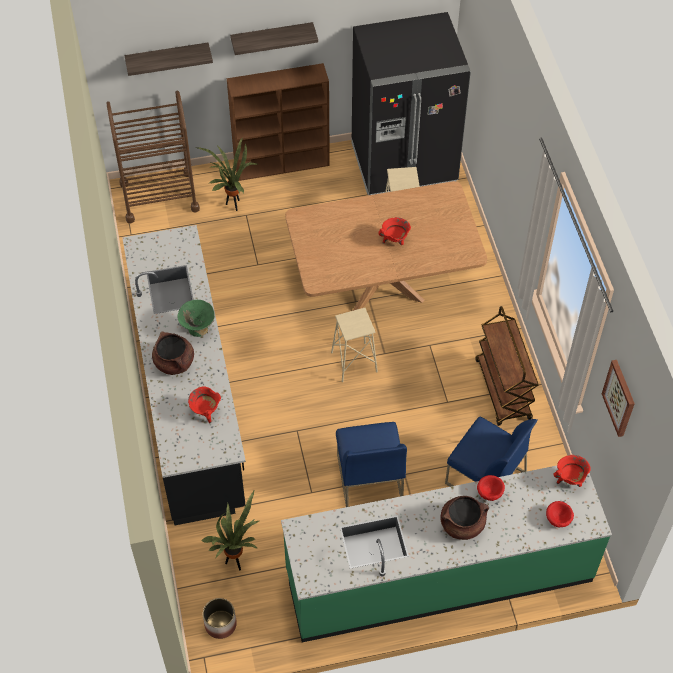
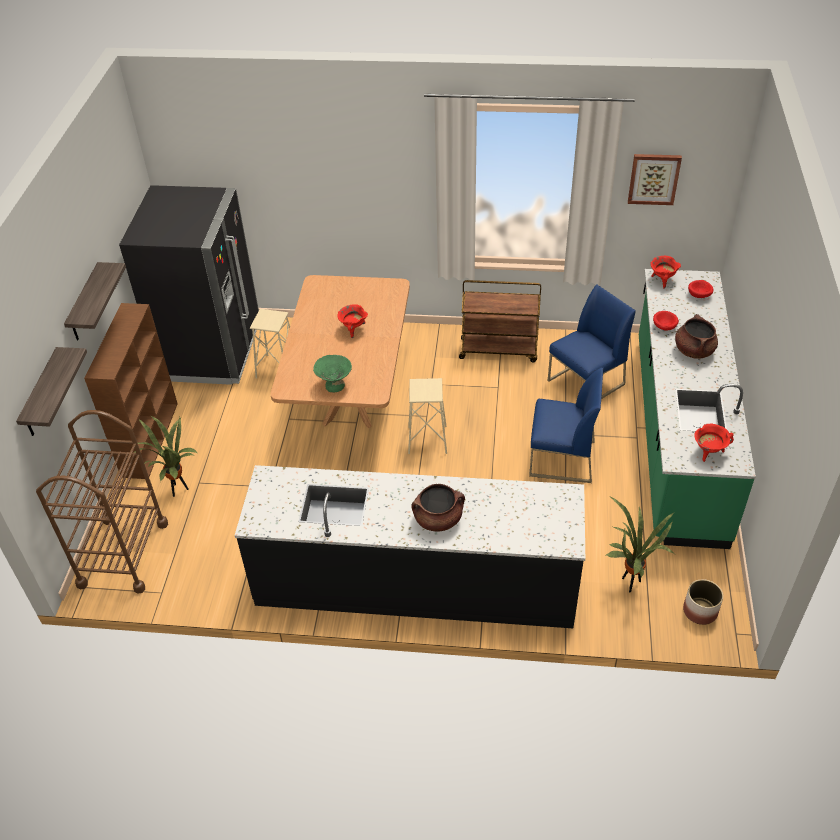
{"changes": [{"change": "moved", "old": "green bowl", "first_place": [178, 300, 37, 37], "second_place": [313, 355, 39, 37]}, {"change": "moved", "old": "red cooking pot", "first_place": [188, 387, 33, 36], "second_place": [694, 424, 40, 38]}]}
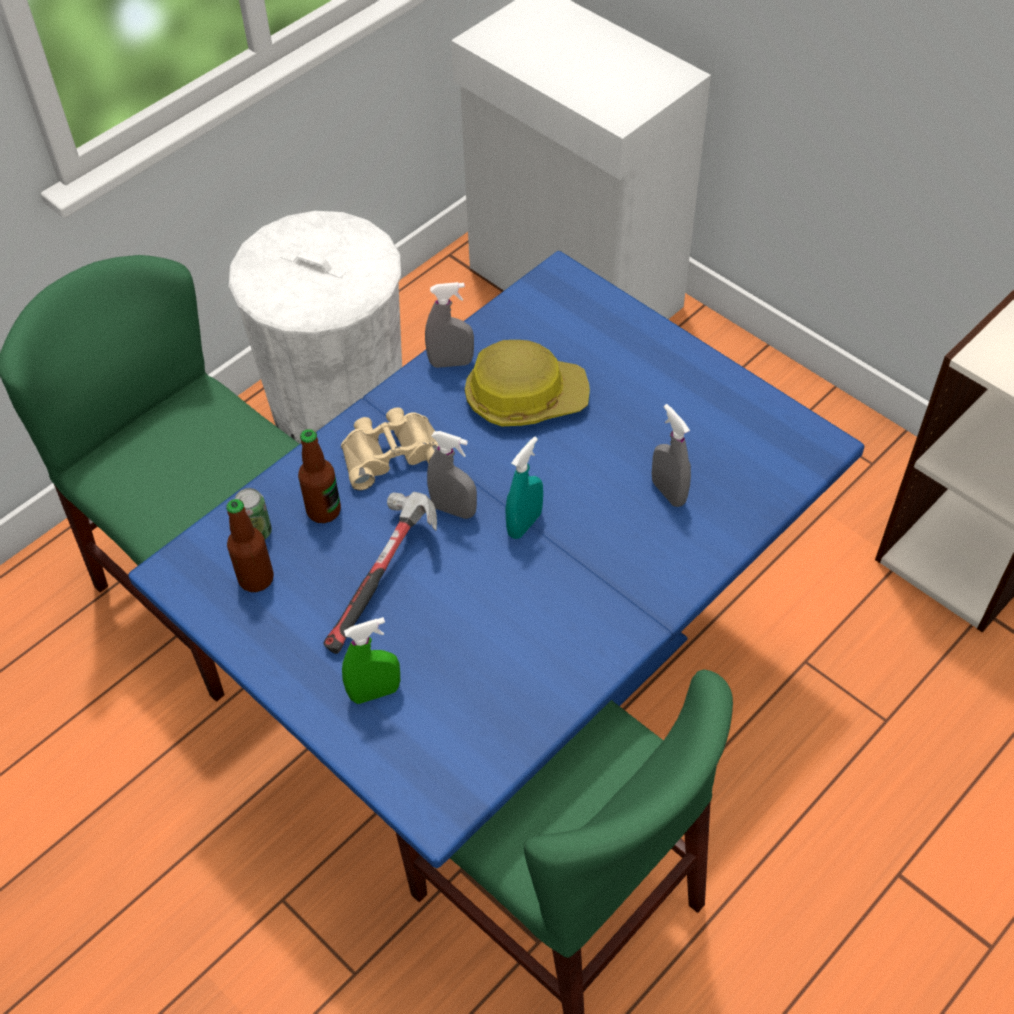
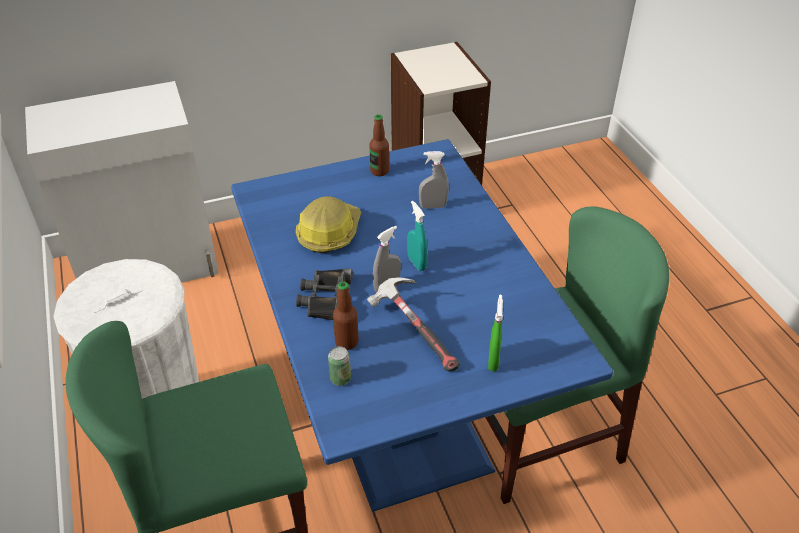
{"changes": [{"change": "recoloured", "old": "beige binoculars", "new": "black binoculars", "first_place": [341, 407, 97, 83], "second_place": [296, 269, 57, 51]}, {"change": "moved", "old": "bottle", "first_place": [226, 499, 48, 93], "second_place": [369, 114, 20, 62]}, {"change": "removed", "old": "grey spray bottle", "first_place": [425, 282, 49, 86]}]}
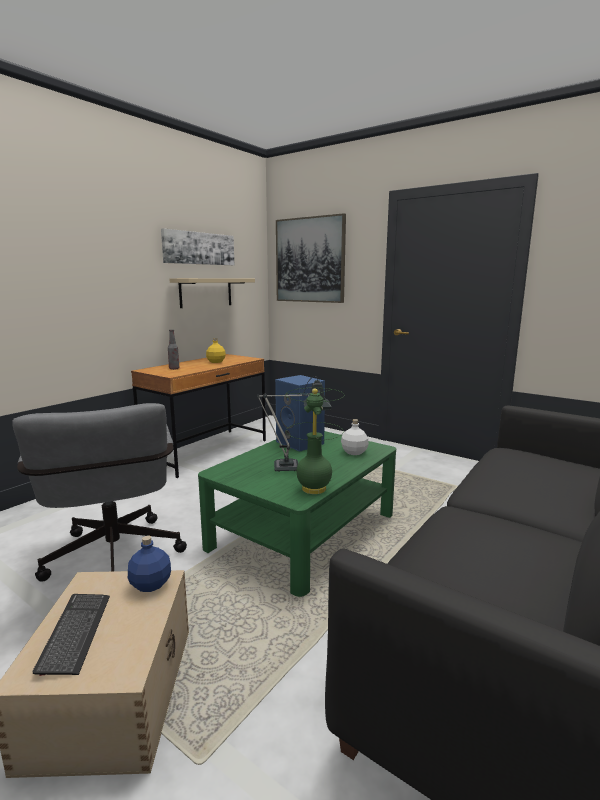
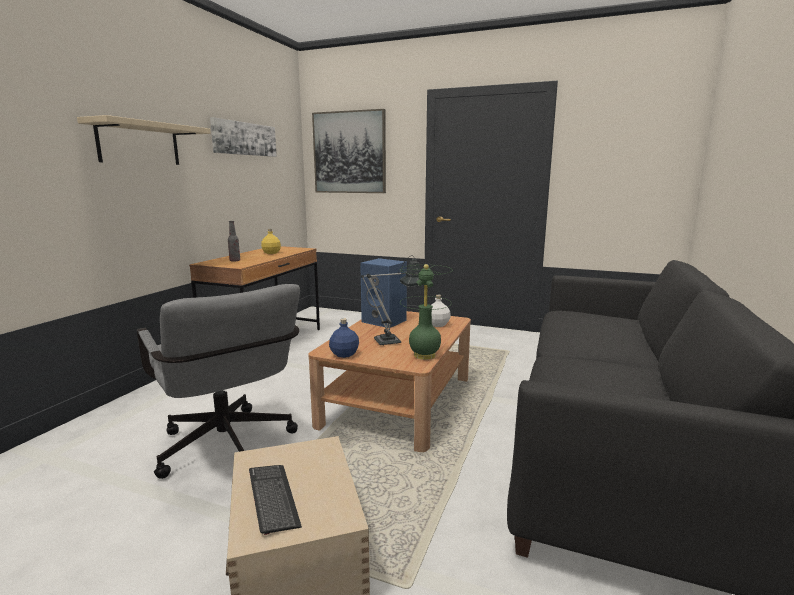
{"changes": [{"change": "moved", "old": "beige shelf", "first_place": [169, 278, 86, 30], "second_place": [77, 115, 134, 50]}, {"change": "recoloured", "old": "green coffee table", "new": "brown coffee table", "first_place": [198, 431, 198, 166], "second_place": [308, 311, 163, 141]}, {"change": "moved", "old": "blue bottle", "first_place": [128, 536, 43, 56], "second_place": [329, 318, 30, 40]}]}
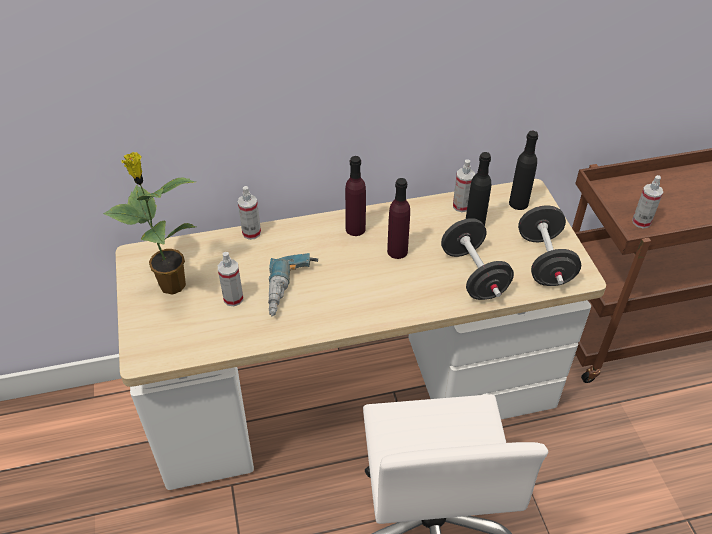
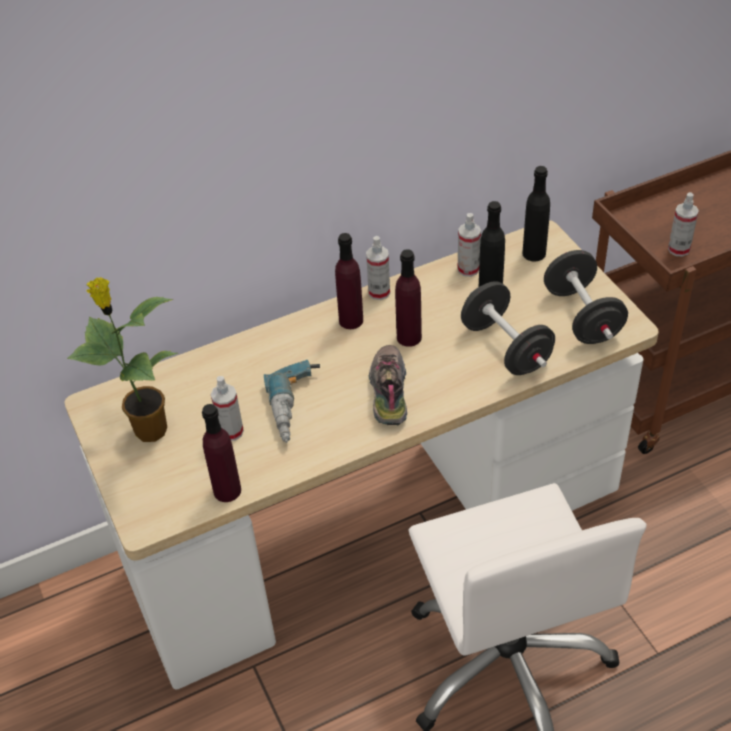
{"changes": [{"change": "added", "new": "purple bottle", "second_place": [202, 404, 39, 98]}, {"change": "moved", "old": "spray bottle", "first_place": [238, 186, 23, 54], "second_place": [366, 236, 24, 64]}, {"change": "added", "new": "shoe", "second_place": [369, 345, 38, 80]}]}
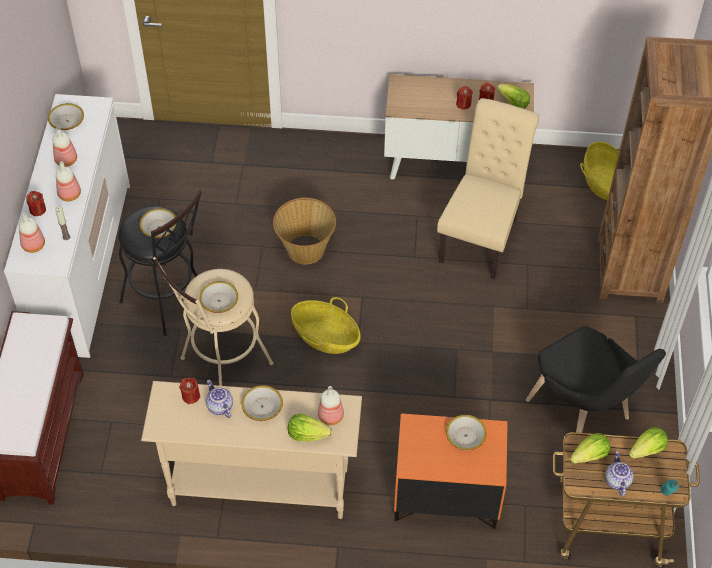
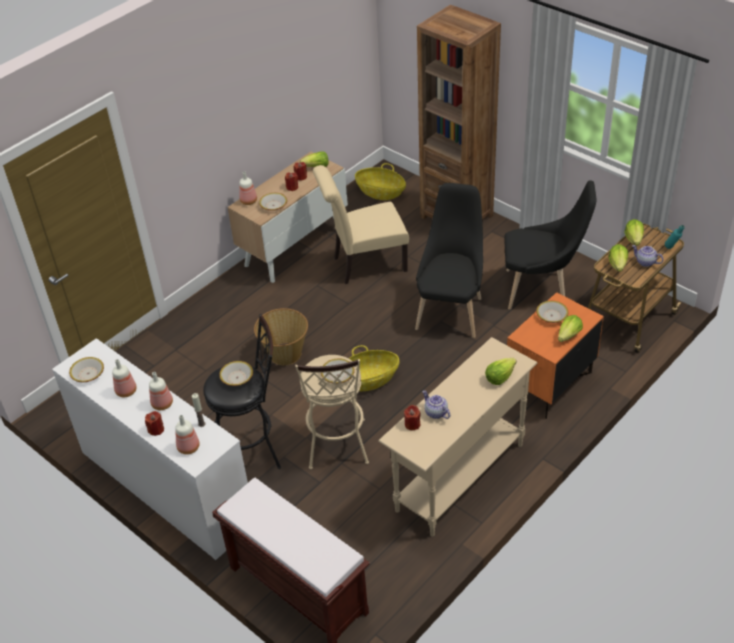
{"changes": [{"change": "moved", "old": "bottle", "first_place": [318, 386, 26, 39], "second_place": [239, 171, 18, 34]}, {"change": "moved", "old": "bowl", "first_place": [242, 385, 41, 36], "second_place": [259, 193, 28, 18]}, {"change": "turned", "old": "beige chair", "first_place": [437, 98, 102, 182], "second_place": [313, 165, 96, 119], "degrees": -75}, {"change": "added", "new": "black chair", "second_place": [415, 183, 68, 155]}, {"change": "turned", "old": "teapot", "first_place": [206, 380, 27, 38], "second_place": [422, 390, 28, 29], "degrees": 45}, {"change": "added", "new": "lettuce", "second_place": [558, 315, 25, 27]}]}
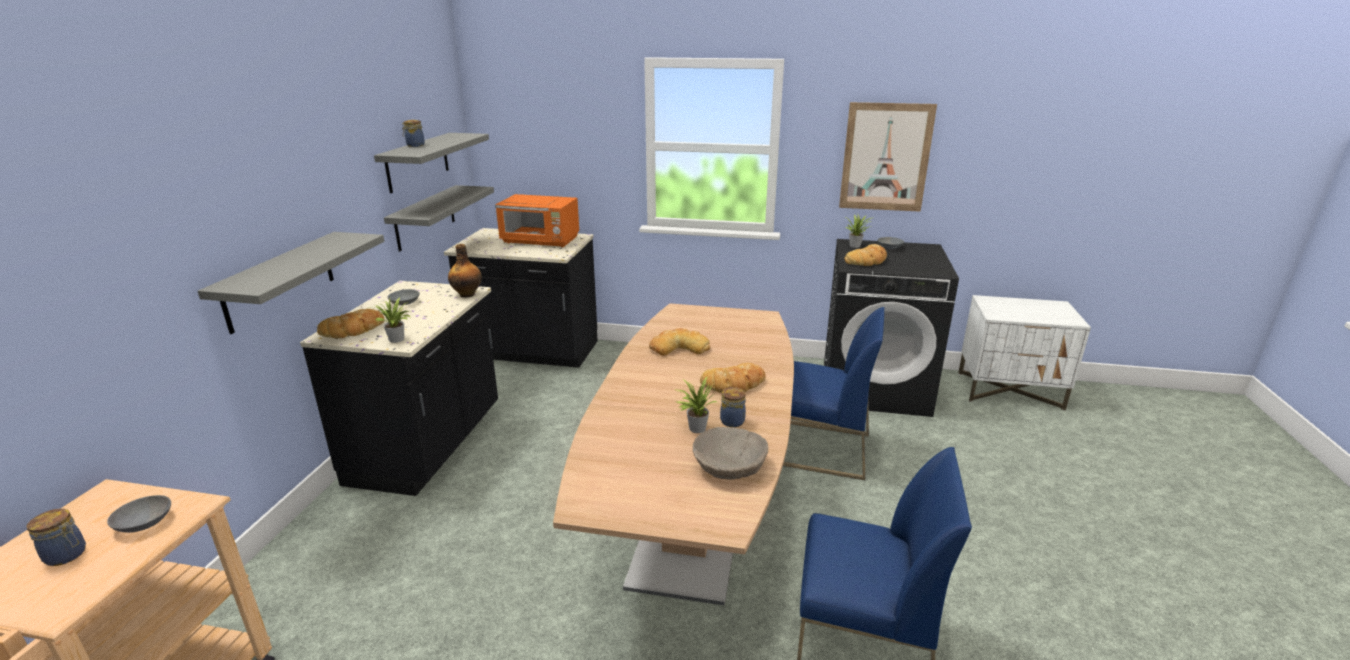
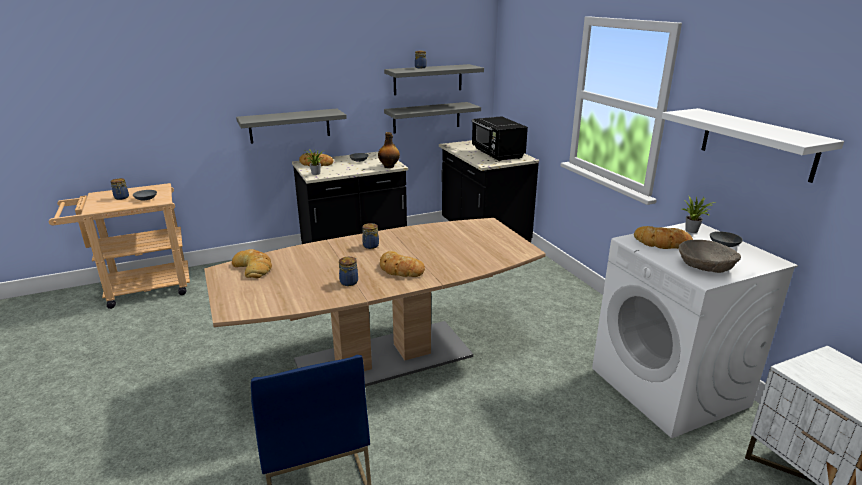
{"changes": [{"change": "moved", "old": "bread", "first_place": [649, 328, 61, 28], "second_place": [232, 249, 40, 30]}, {"change": "added", "new": "jar", "second_place": [362, 223, 17, 26]}, {"change": "recoloured", "old": "orange microwave", "new": "black microwave", "first_place": [495, 194, 84, 53], "second_place": [472, 116, 56, 45]}, {"change": "recoloured", "old": "black washing machine", "new": "white washing machine", "first_place": [824, 239, 135, 178], "second_place": [592, 223, 206, 215]}, {"change": "replaced", "old": "picture", "new": "white shelf", "first_place": [839, 102, 98, 110], "second_place": [662, 108, 182, 75]}, {"change": "moved", "old": "beige bowl", "first_place": [693, 427, 75, 53], "second_place": [679, 240, 62, 33]}, {"change": "removed", "old": "potted plant", "first_place": [676, 377, 42, 56]}, {"change": "removed", "old": "blue chair", "first_place": [783, 307, 102, 173]}]}
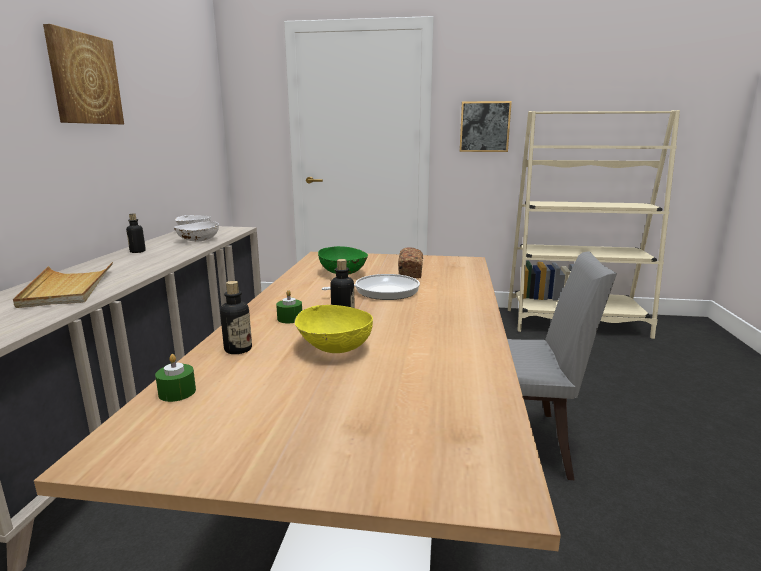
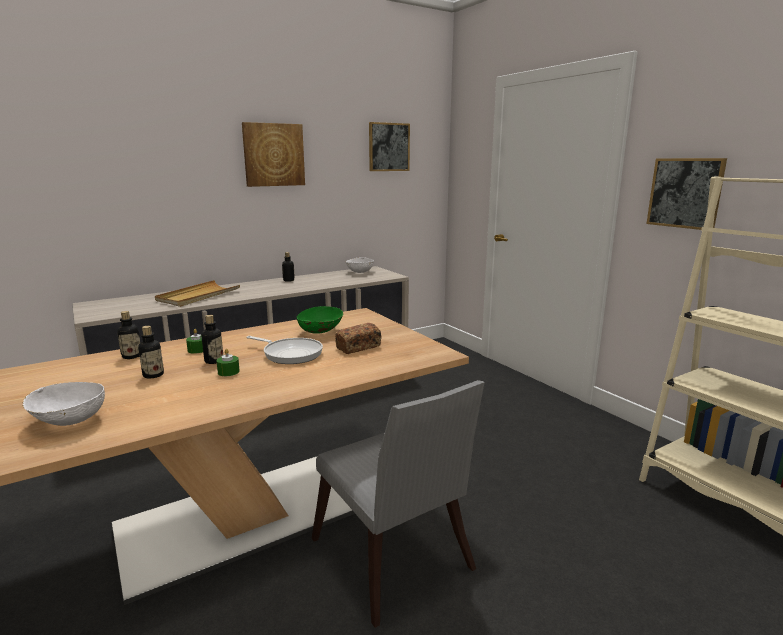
{"changes": [{"change": "moved", "old": "white bowl", "first_place": [174, 221, 45, 20], "second_place": [23, 382, 82, 44]}, {"change": "replaced", "old": "yellow bowl", "new": "bottle", "first_place": [294, 305, 79, 48], "second_place": [138, 326, 26, 52]}, {"change": "moved", "old": "green candle", "first_place": [155, 354, 41, 48], "second_place": [216, 349, 24, 27]}, {"change": "added", "new": "picture", "second_place": [369, 122, 41, 49]}]}
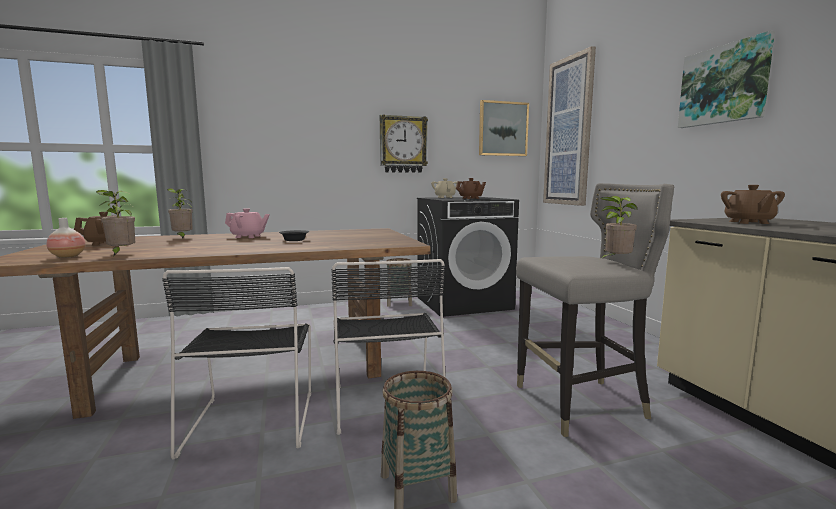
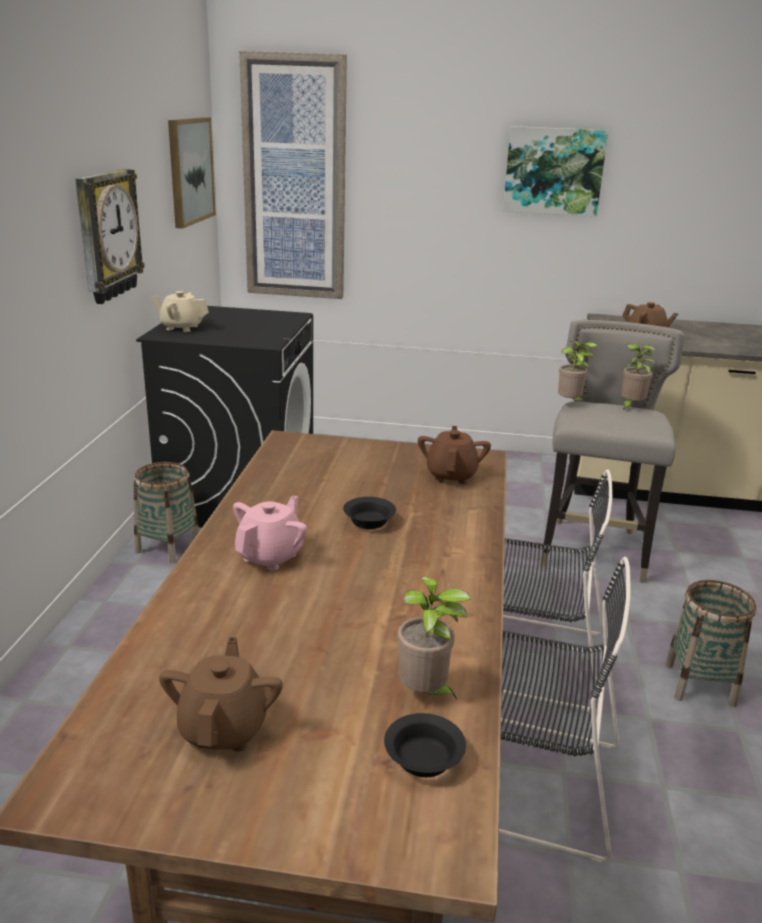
{"changes": [{"change": "replaced", "old": "vase", "new": "black bowl", "first_place": [46, 218, 40, 40], "second_place": [384, 713, 82, 64]}, {"change": "moved", "old": "brown teapot", "first_place": [456, 178, 30, 21], "second_place": [418, 426, 73, 58]}, {"change": "moved", "old": "potted plant", "first_place": [167, 188, 26, 51], "second_place": [558, 341, 40, 62]}]}
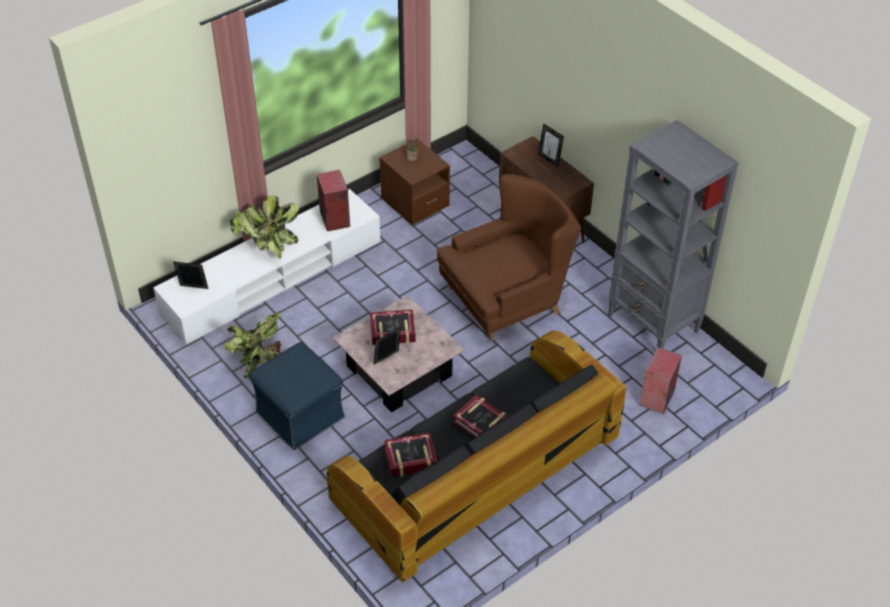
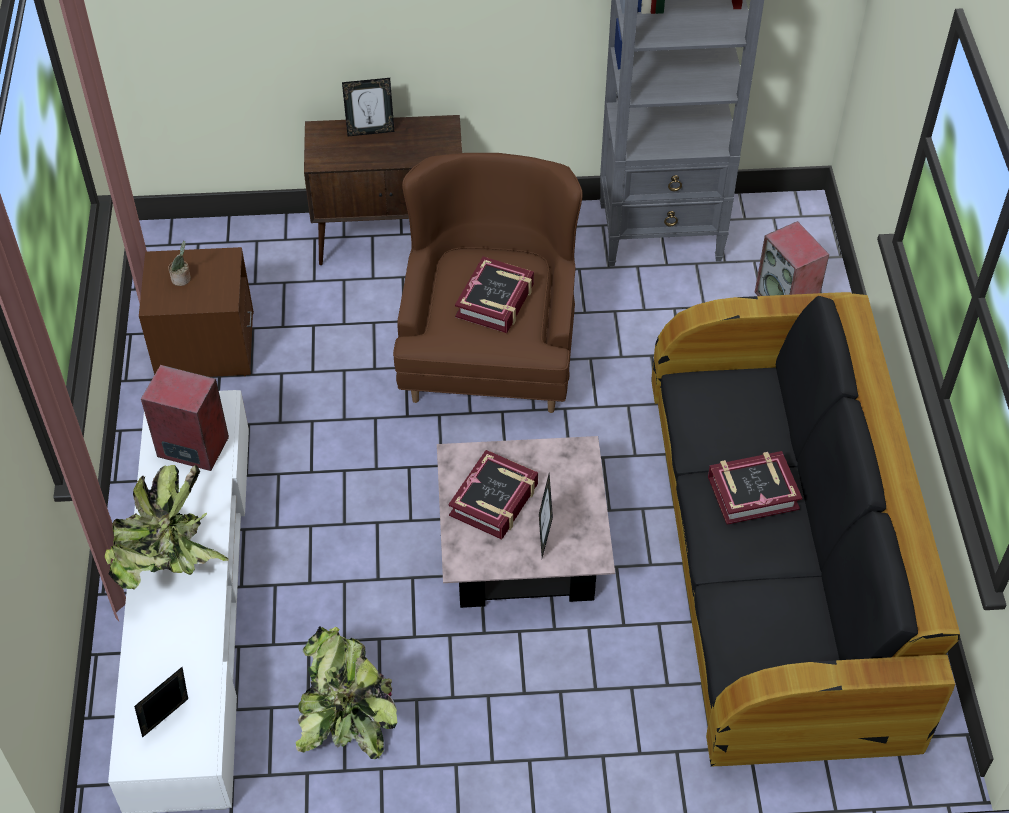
{"changes": [{"change": "moved", "old": "book", "first_place": [384, 433, 53, 44], "second_place": [455, 256, 79, 77]}, {"change": "removed", "old": "blue ottoman", "first_place": [249, 342, 96, 108]}]}
